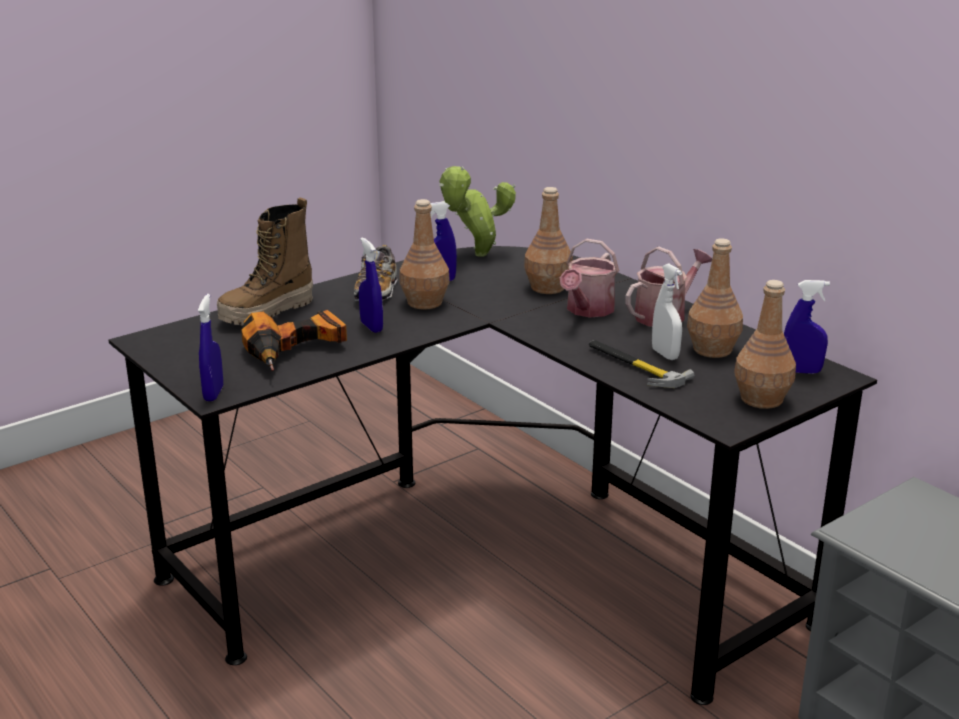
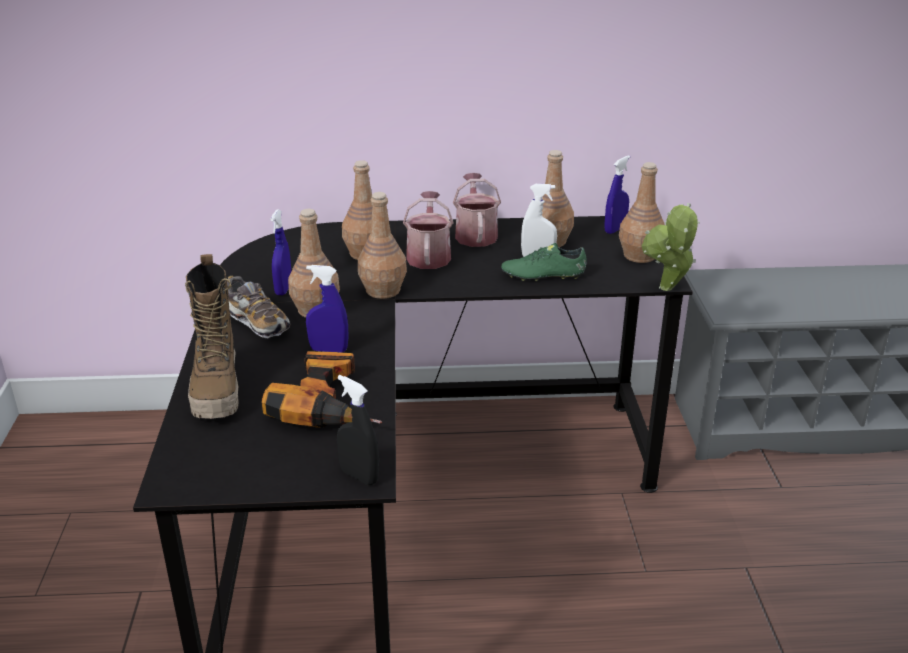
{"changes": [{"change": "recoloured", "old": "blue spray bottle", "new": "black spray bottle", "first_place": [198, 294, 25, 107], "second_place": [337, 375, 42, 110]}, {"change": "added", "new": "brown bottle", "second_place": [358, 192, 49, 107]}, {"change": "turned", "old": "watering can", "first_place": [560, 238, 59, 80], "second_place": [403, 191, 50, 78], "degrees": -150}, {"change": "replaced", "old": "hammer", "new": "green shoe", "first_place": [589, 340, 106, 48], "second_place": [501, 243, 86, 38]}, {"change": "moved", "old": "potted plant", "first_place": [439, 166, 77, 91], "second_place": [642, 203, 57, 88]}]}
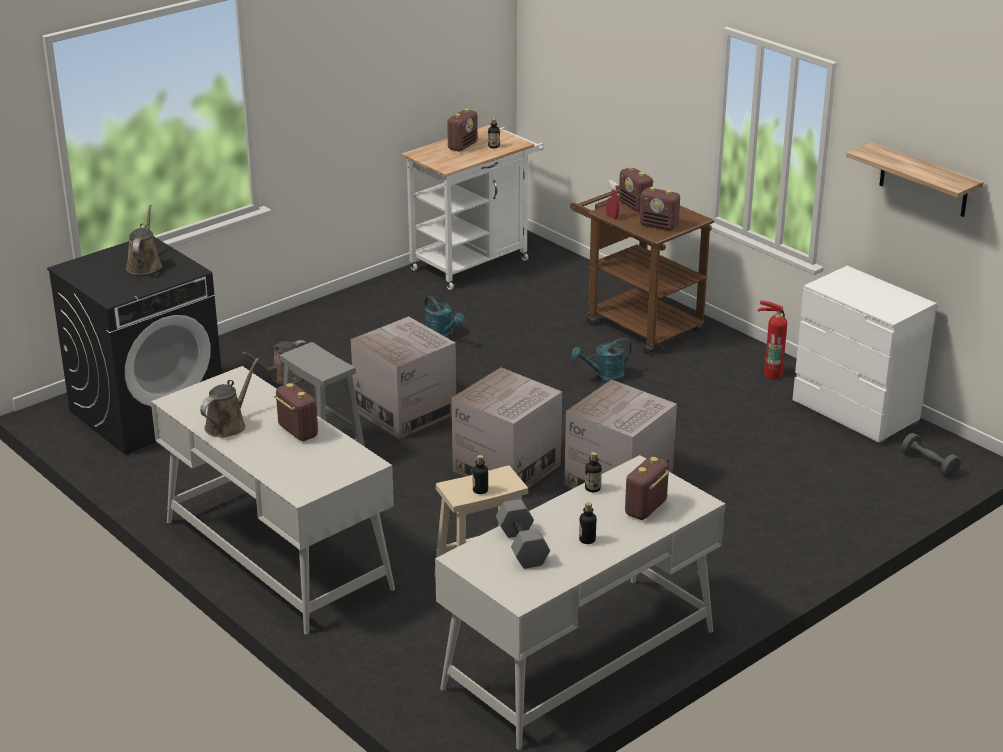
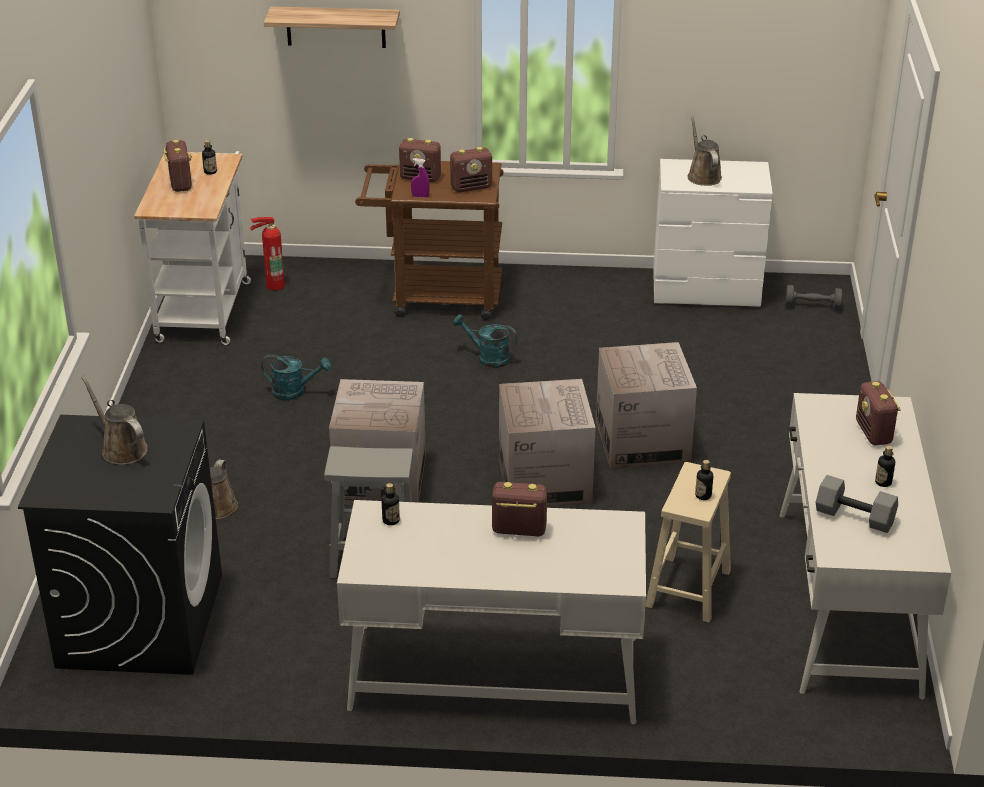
{"changes": [{"change": "moved", "old": "fire extinguisher", "first_place": [758, 300, 29, 79], "second_place": [250, 217, 35, 73]}, {"change": "moved", "old": "shelf", "first_place": [846, 142, 138, 75], "second_place": [264, 6, 136, 42]}, {"change": "moved", "old": "bottle", "first_place": [585, 452, 17, 40], "second_place": [382, 483, 18, 42]}, {"change": "recoloured", "old": "red spray bottle", "new": "purple spray bottle", "first_place": [606, 180, 13, 40], "second_place": [411, 158, 19, 40]}, {"change": "turned", "old": "turquoise watering can", "first_place": [571, 338, 61, 45], "second_place": [453, 314, 65, 54], "degrees": 90}, {"change": "moved", "old": "brown watering can", "first_place": [200, 358, 59, 80], "second_place": [688, 116, 34, 70]}]}
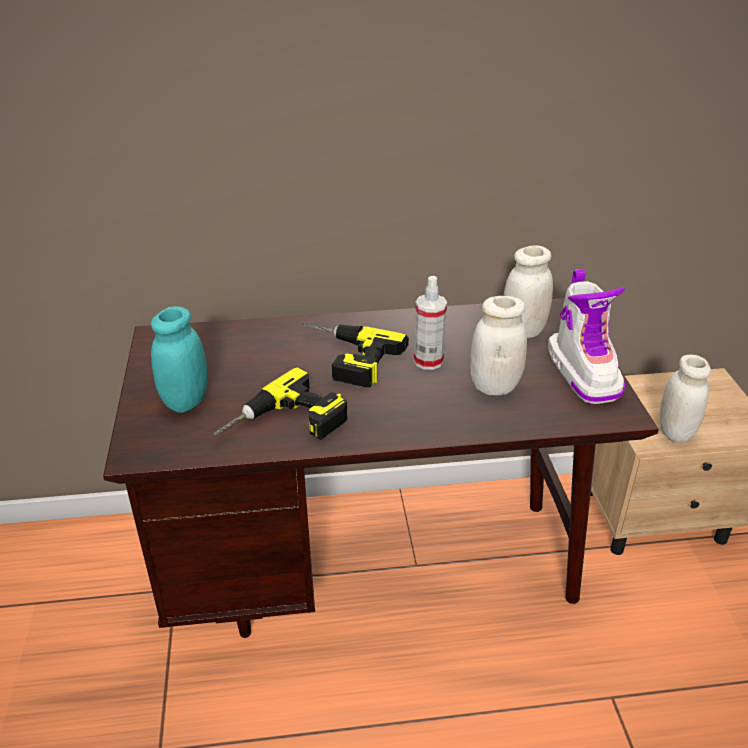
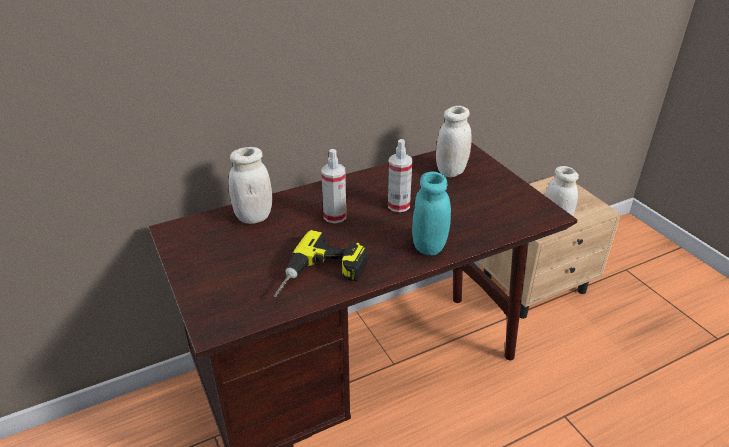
{"changes": [{"change": "moved", "old": "white jar", "first_place": [470, 296, 57, 99], "second_place": [228, 147, 45, 77]}, {"change": "replaced", "old": "power drill", "new": "spray bottle", "first_place": [302, 323, 107, 64], "second_place": [321, 149, 25, 74]}, {"change": "moved", "old": "turquoise jar", "first_place": [151, 306, 56, 107], "second_place": [412, 172, 39, 83]}, {"change": "removed", "old": "boot", "first_place": [548, 269, 77, 135]}]}
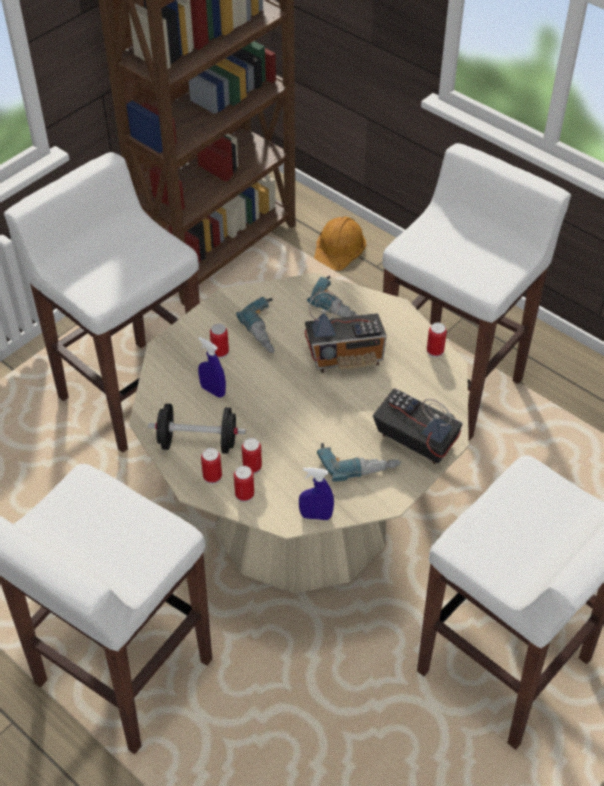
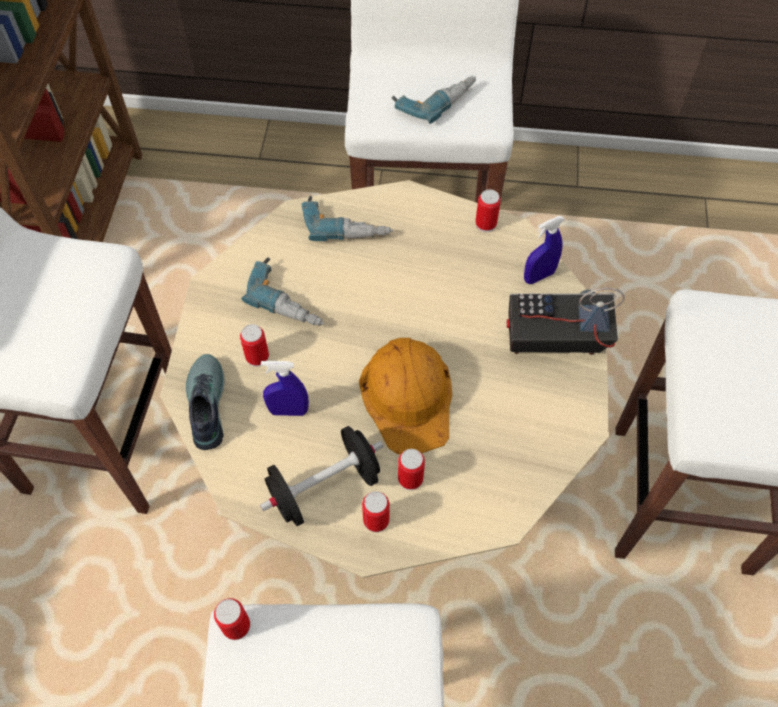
{"changes": [{"change": "added", "new": "shoe", "second_place": [186, 354, 39, 96]}, {"change": "moved", "old": "can", "first_place": [234, 466, 20, 36], "second_place": [214, 598, 36, 42]}, {"change": "moved", "old": "orange hard hat", "first_place": [314, 216, 52, 55], "second_place": [359, 338, 93, 116]}, {"change": "moved", "old": "power drill", "first_place": [317, 443, 85, 39], "second_place": [392, 76, 84, 48]}, {"change": "moved", "old": "blue spray bottle", "first_place": [299, 467, 35, 53], "second_place": [524, 216, 41, 68]}, {"change": "removed", "old": "radio", "first_place": [305, 291, 82, 82]}]}
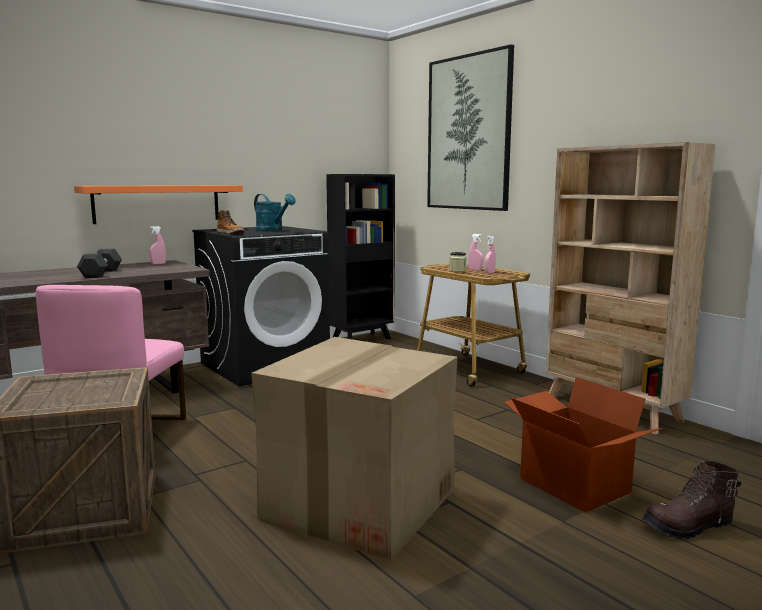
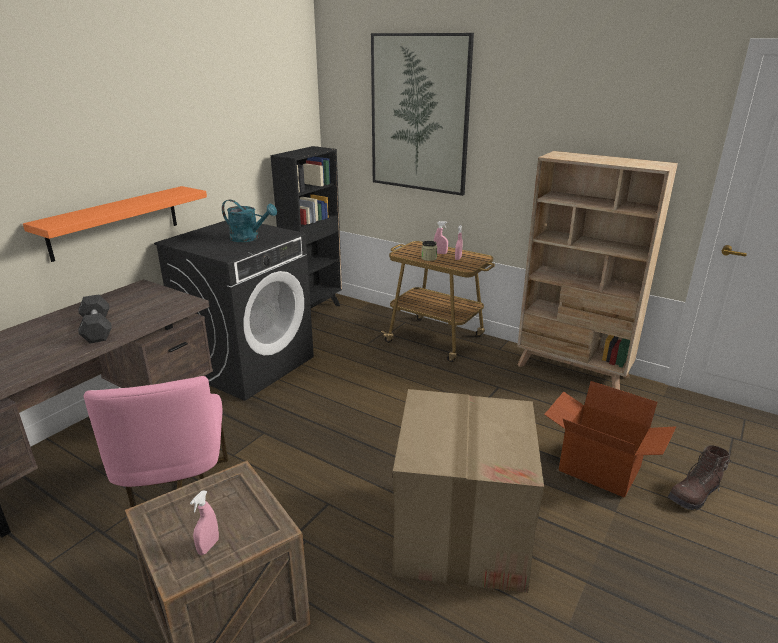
{"changes": [{"change": "moved", "old": "pink spray bottle", "first_place": [149, 226, 17, 39], "second_place": [190, 490, 29, 65]}, {"change": "removed", "old": "boot", "first_place": [217, 210, 27, 24]}]}
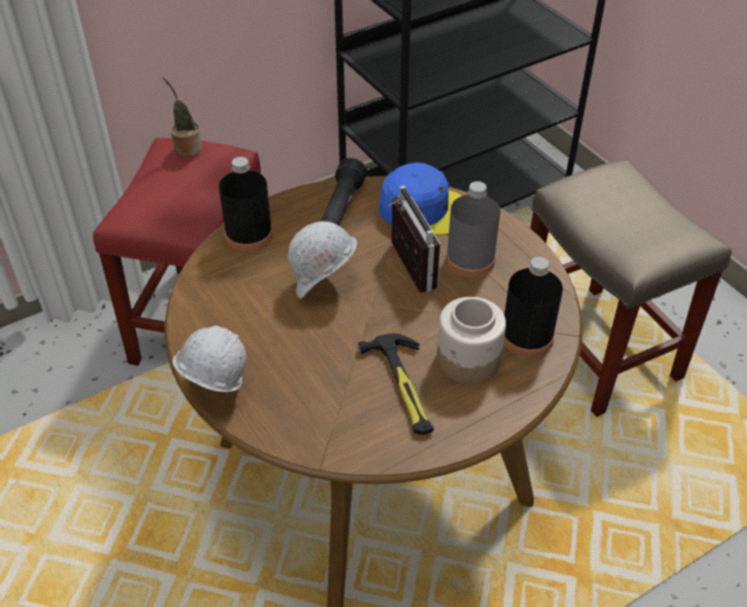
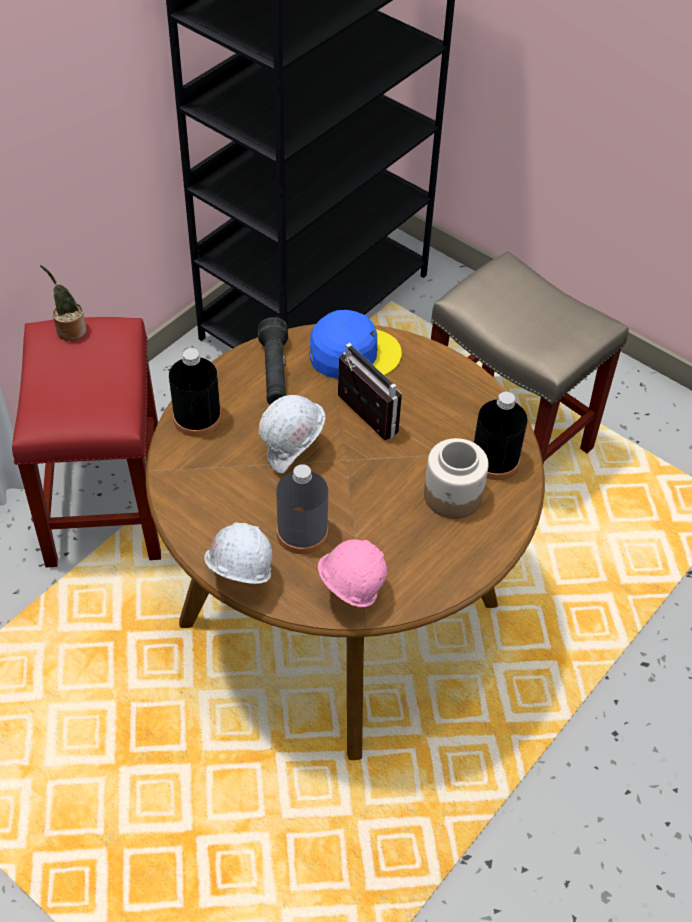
{"changes": [{"change": "moved", "old": "grey bottle", "first_place": [446, 181, 54, 96], "second_place": [276, 464, 52, 90]}, {"change": "added", "new": "pink hard hat", "second_place": [318, 539, 69, 68]}, {"change": "removed", "old": "hammer", "first_place": [358, 333, 76, 102]}]}
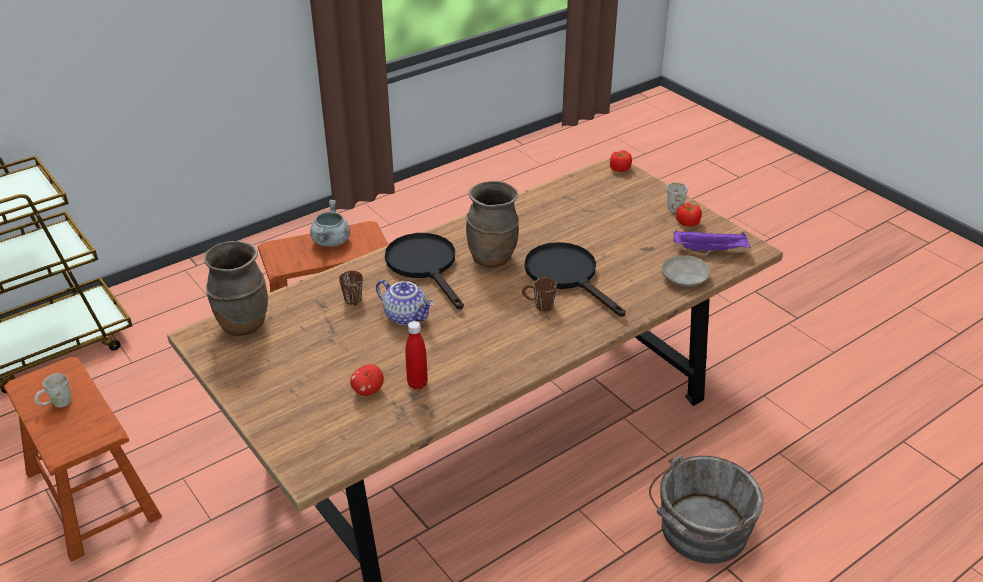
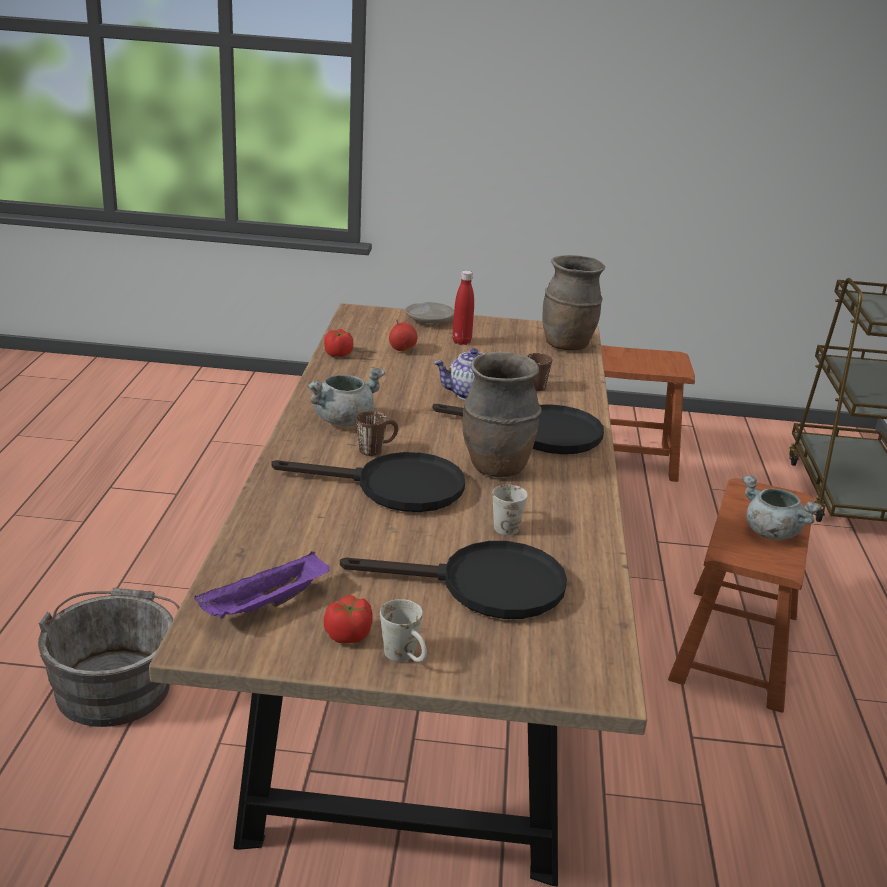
{"changes": [{"change": "added", "new": "grey cooking pot", "second_place": [307, 367, 78, 59]}, {"change": "moved", "old": "tomato", "first_place": [610, 150, 22, 22], "second_place": [324, 329, 29, 28]}, {"change": "added", "new": "black frying pan", "second_place": [340, 541, 227, 78]}, {"change": "moved", "old": "beige plate", "first_place": [661, 255, 49, 31], "second_place": [405, 302, 49, 23]}, {"change": "moved", "old": "red bottle", "first_place": [405, 321, 23, 68], "second_place": [452, 271, 22, 74]}, {"change": "moved", "old": "white mug", "first_place": [34, 373, 37, 34], "second_place": [492, 485, 36, 50]}]}
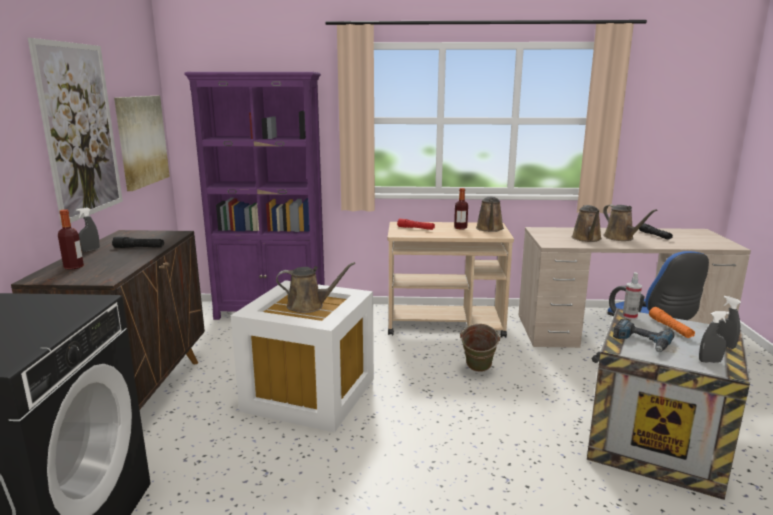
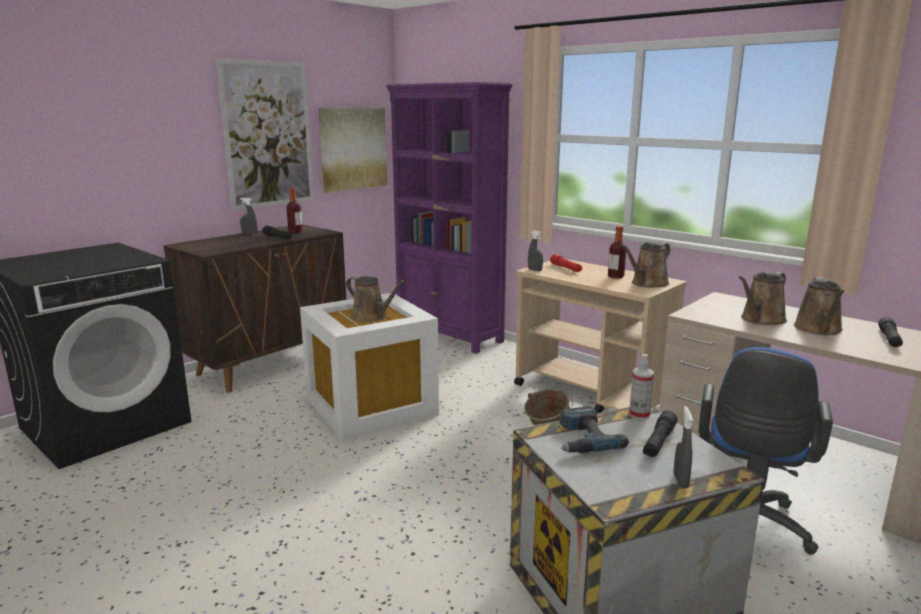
{"changes": [{"change": "moved", "old": "bottle", "first_place": [58, 209, 26, 61], "second_place": [286, 188, 17, 45]}, {"change": "moved", "old": "grey spray bottle", "first_place": [699, 311, 30, 52], "second_place": [528, 231, 15, 40]}, {"change": "recoloured", "old": "orange flashlight", "new": "black flashlight", "first_place": [649, 307, 46, 31], "second_place": [643, 410, 35, 47]}]}
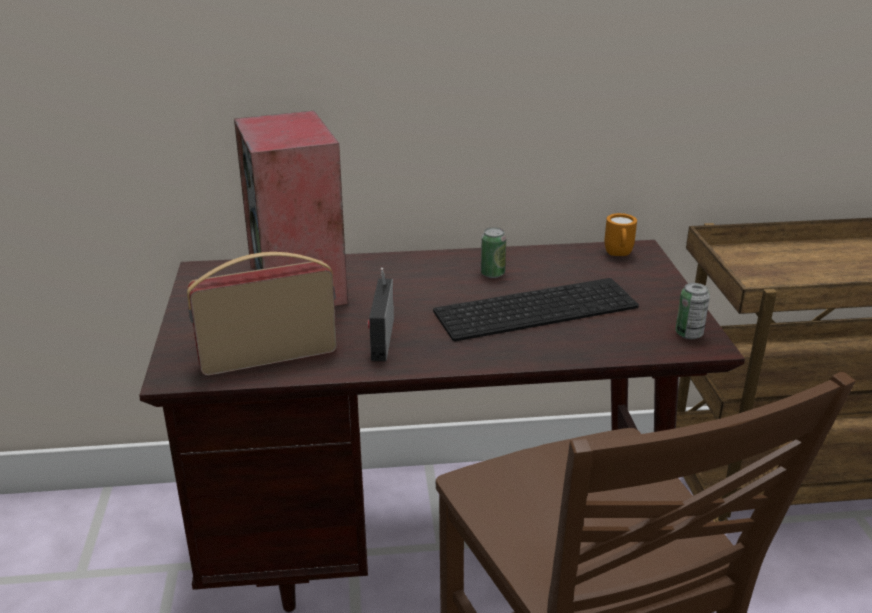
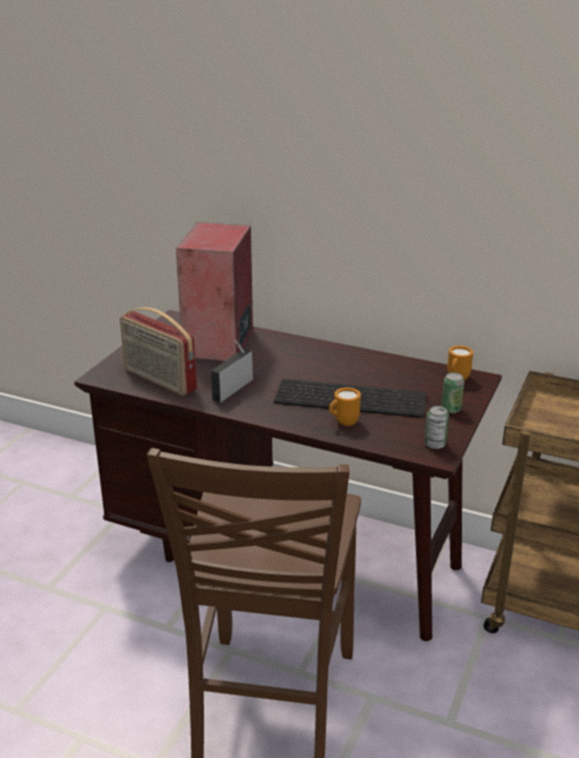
{"changes": [{"change": "turned", "old": "radio", "first_place": [187, 252, 150, 124], "second_place": [120, 307, 77, 89], "degrees": -150}, {"change": "added", "new": "orange mug", "second_place": [329, 387, 32, 39]}, {"change": "moved", "old": "can", "first_place": [481, 227, 25, 51], "second_place": [442, 372, 22, 41]}]}
